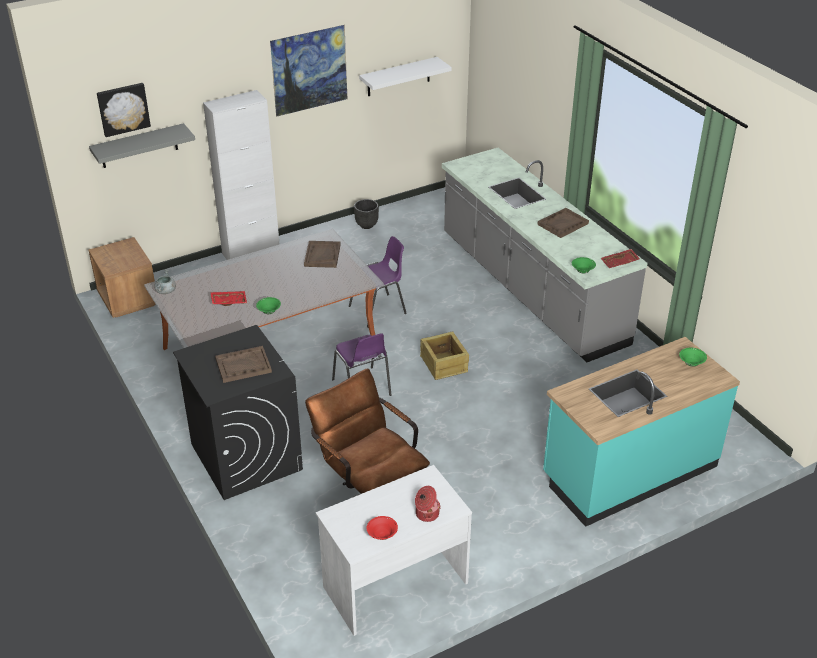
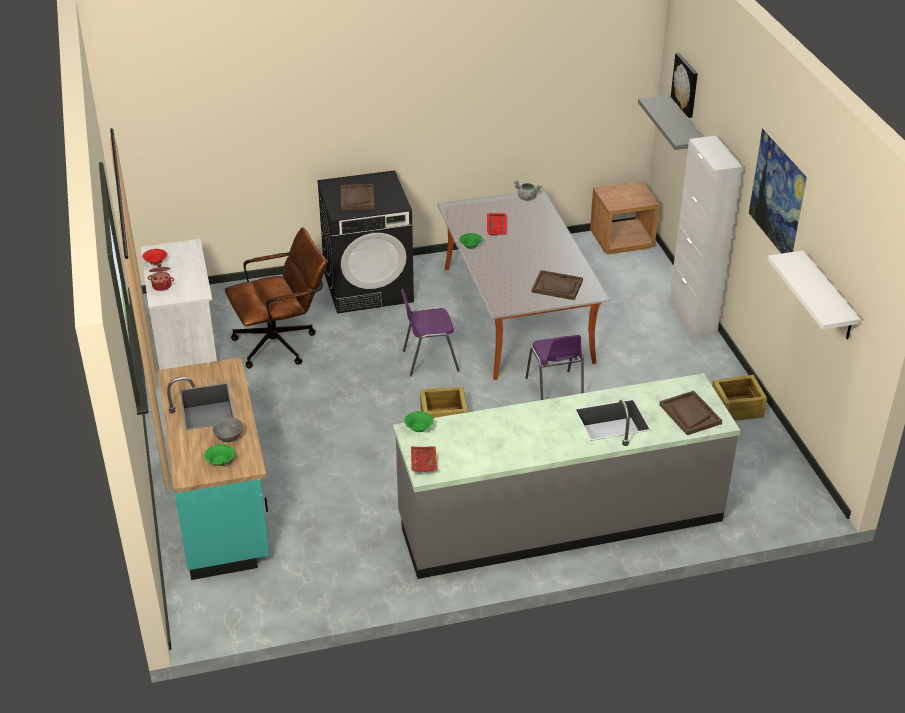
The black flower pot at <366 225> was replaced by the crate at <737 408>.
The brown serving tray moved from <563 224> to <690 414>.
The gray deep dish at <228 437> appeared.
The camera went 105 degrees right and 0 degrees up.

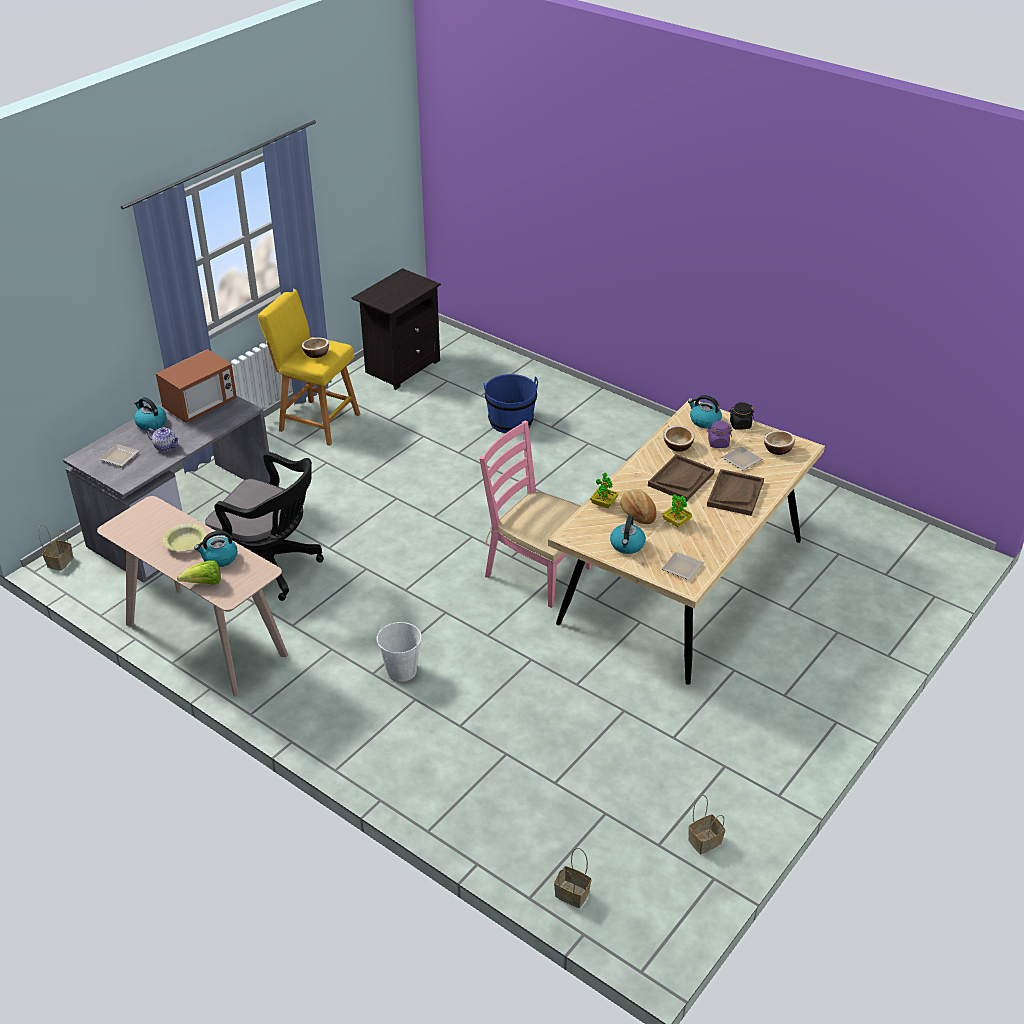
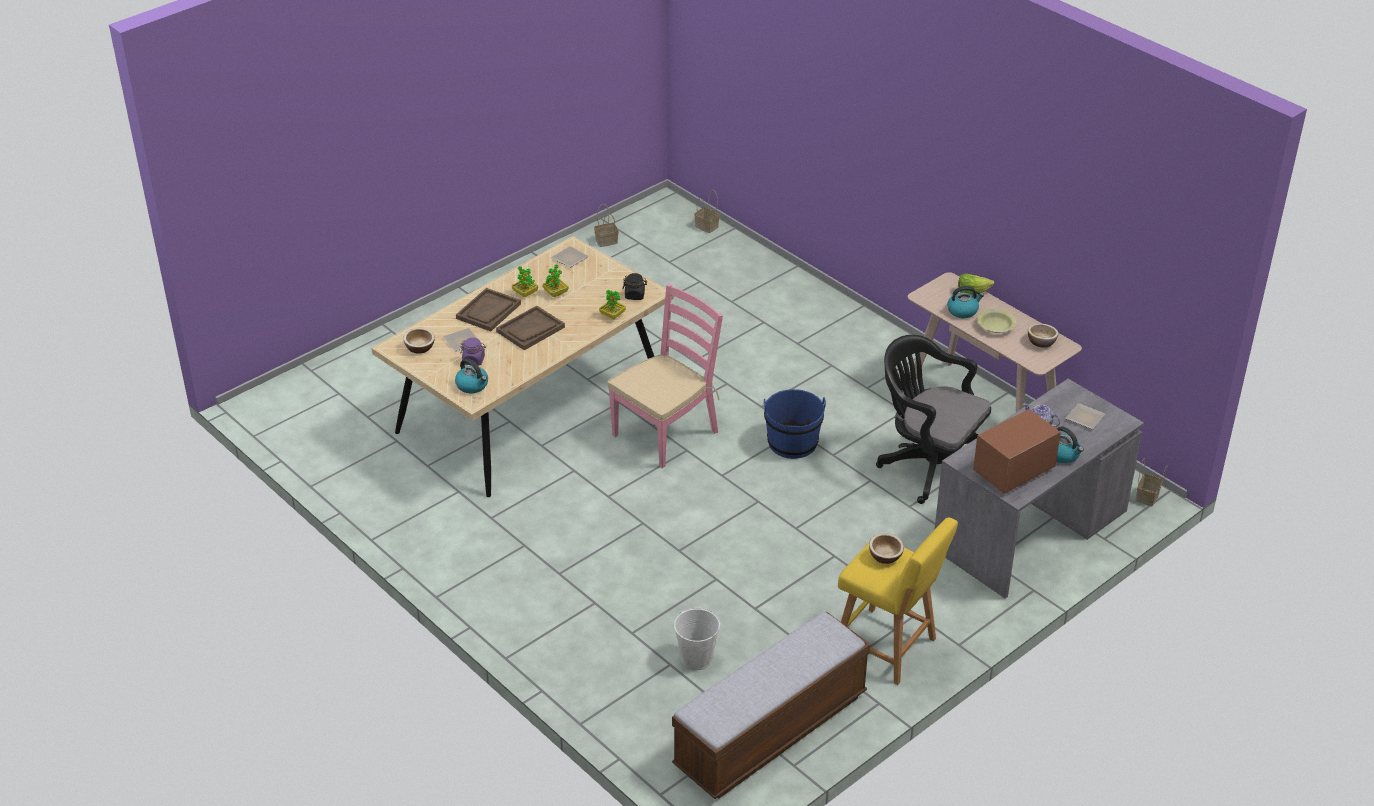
The black nightstand at <401 367> was replaced by the indoor bench at <770 731>.
The blue pail moved from <511 421> to <792 443>.
The black storage jar moved from <740 425> to <635 295>.
The pink plain chair at <537 571> turned 90 degrees counterclockwise.
The deep dish moved from <677 446> to <1041 342>.
The baked bread at <637 513> disappeared.
The kettle at <627 545> disappeared.
The white-coloured pail moved from <401 670> to <696 659>.
The plant in a pot at <525 293> appeared.
The camera went 170 degrees left and 0 degrees up.

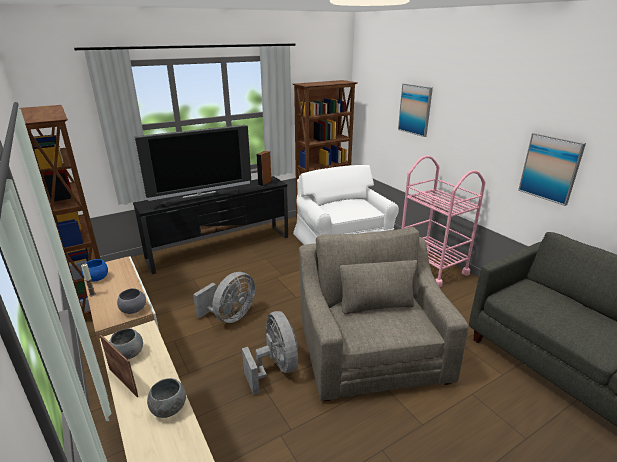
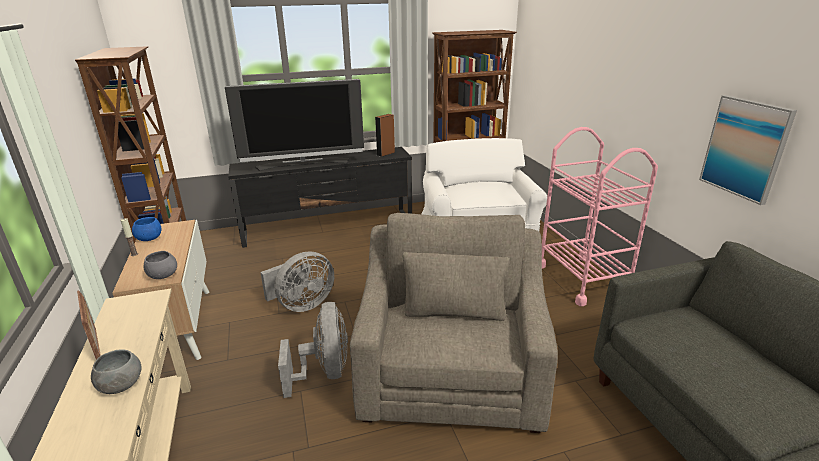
The wall picture at <415 109> disappeared.
The gray deep dish at <128 354> disappeared.
The camera went 15 degrees right and 0 degrees up.

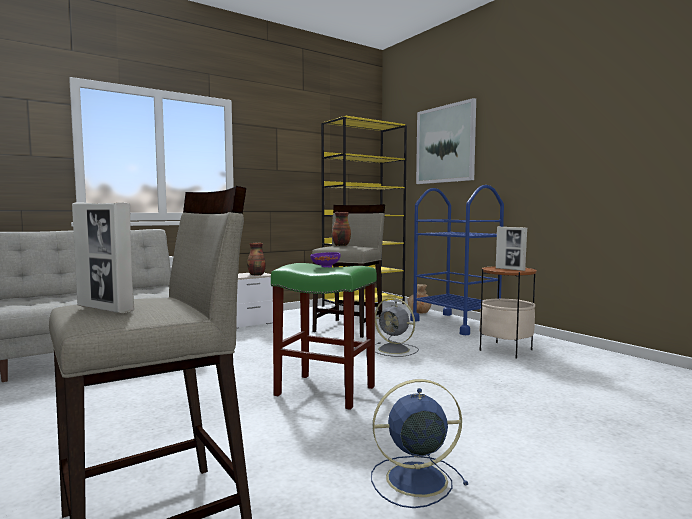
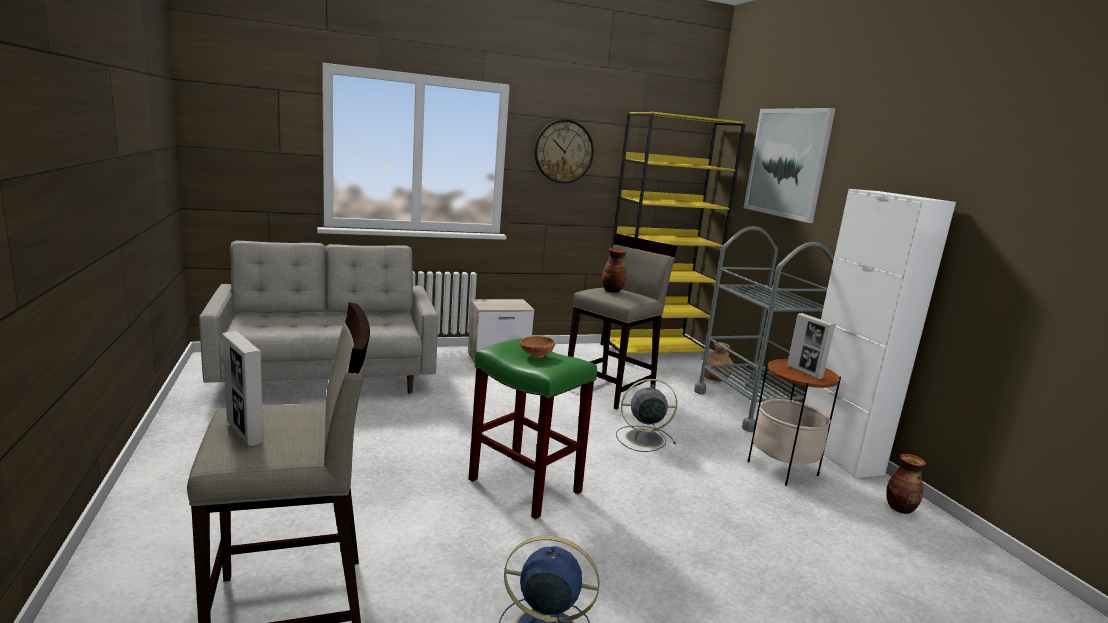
The blue cart at <455 323> became the gray cart at <749 408>.
The flower vase moved from <257 275> to <900 509>.
The purple-coloured deep dish at <324 267> became the brown deep dish at <535 355>.
The gray electric fan at <395 350> turned 120 degrees clockwise.
The clock on the wall at <563 151> appeared.
The white-coloured storage cabinet at <838 455> appeared.
The camera went 15 degrees right and 10 degrees up.

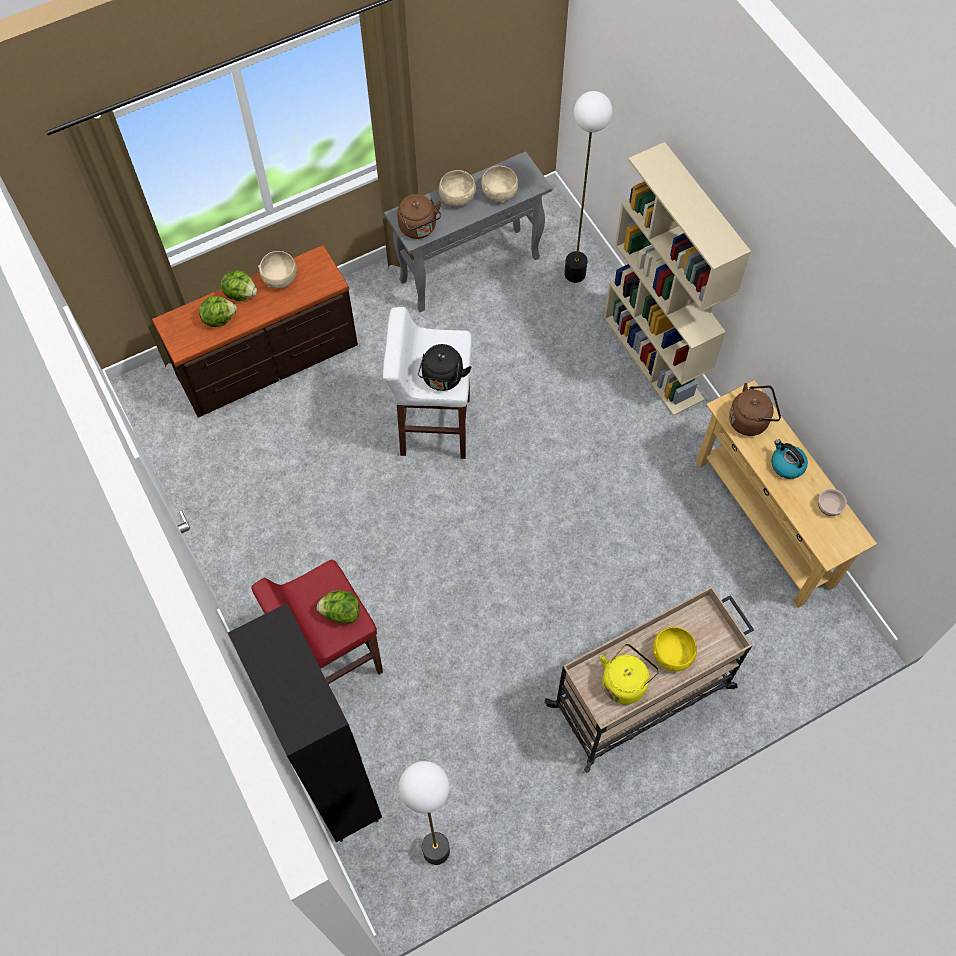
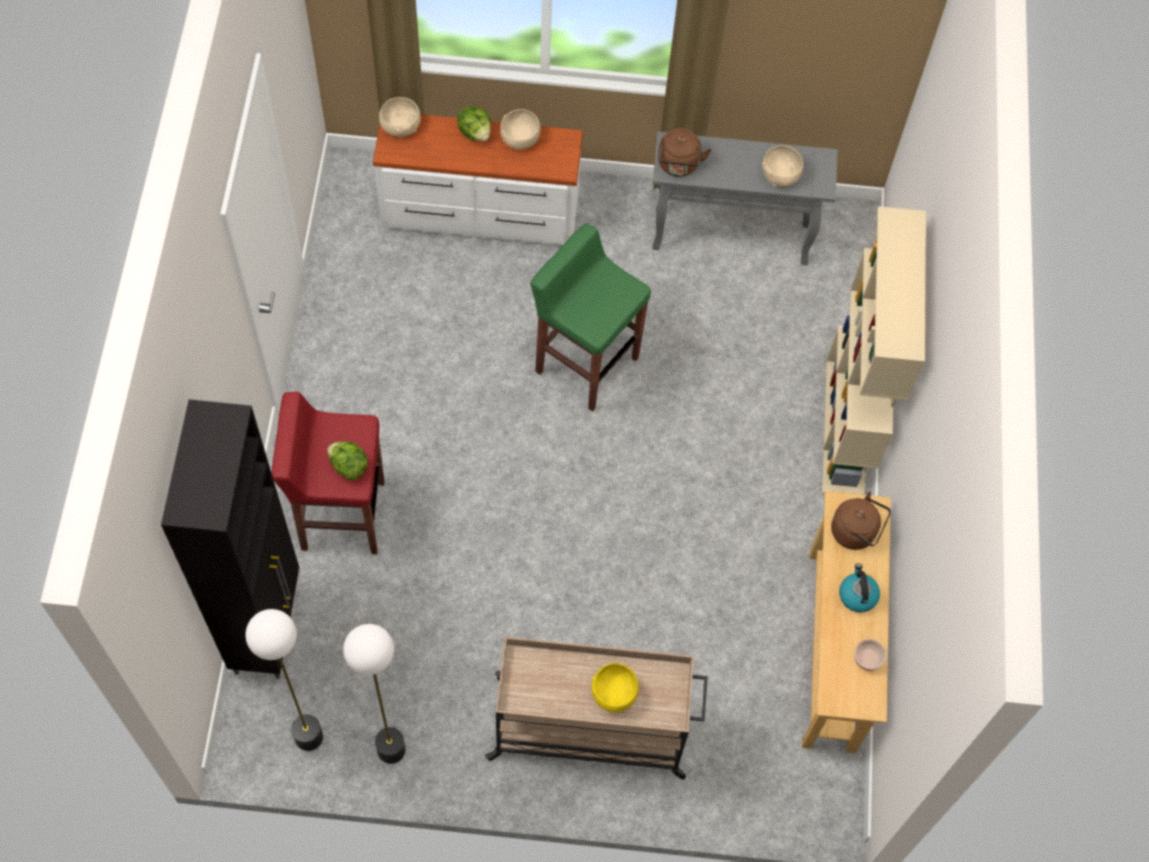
The floor lamp moved from <575 274> to <391 750>.
The sand-coloured deep dish moved from <457 198> to <400 127>.
The brown dresser at <268 362> became the white-coloured dresser at <480 213>.
The lettuce head at <219 318> disappeared.
The white-coloured sitting stool at <433 426> became the green sitting stool at <585 364>.
The black kettle at <442 379> disappeared.
The yellowish kettle at <625 681> disappeared.
The camera went 30 degrees right and 0 degrees up.

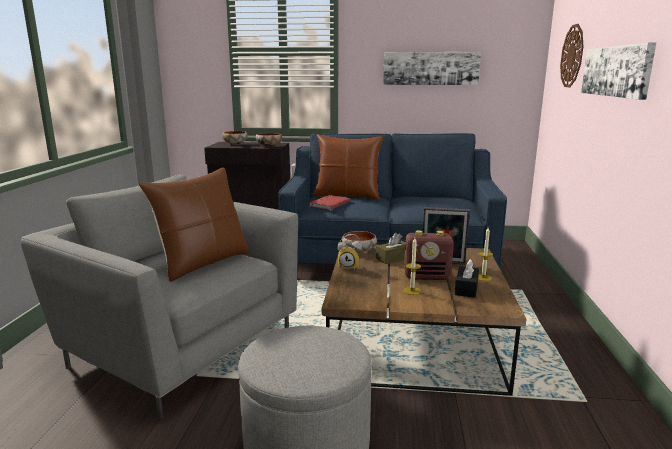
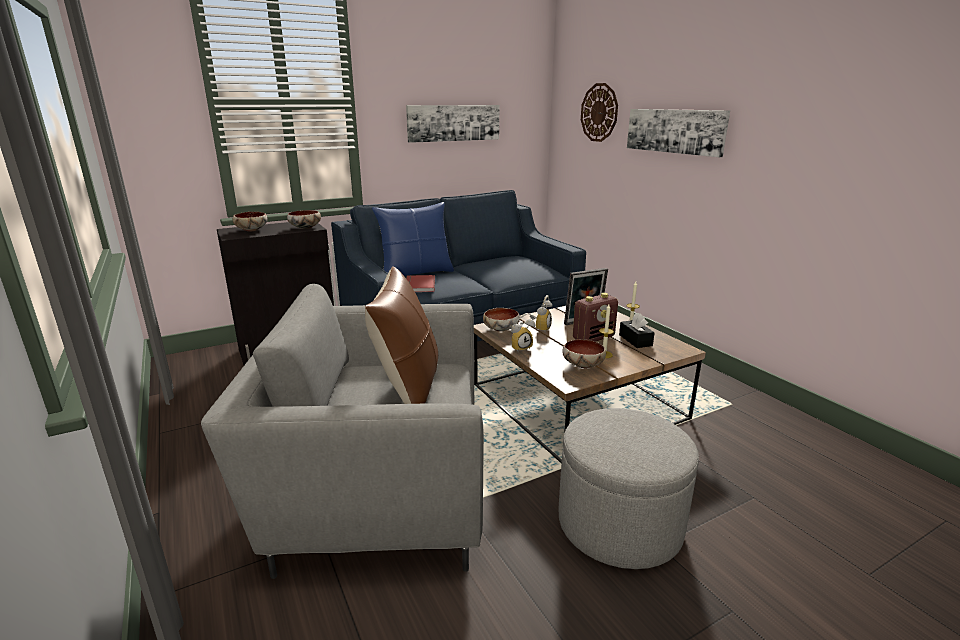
The brown throw pillow at <347 196> became the blue throw pillow at <416 273>.
The brown box of tissues at <393 258> was replaced by the table clock at <540 328>.
The deep dish at <582 365> appeared.
The camera went 35 degrees left and 5 degrees up.

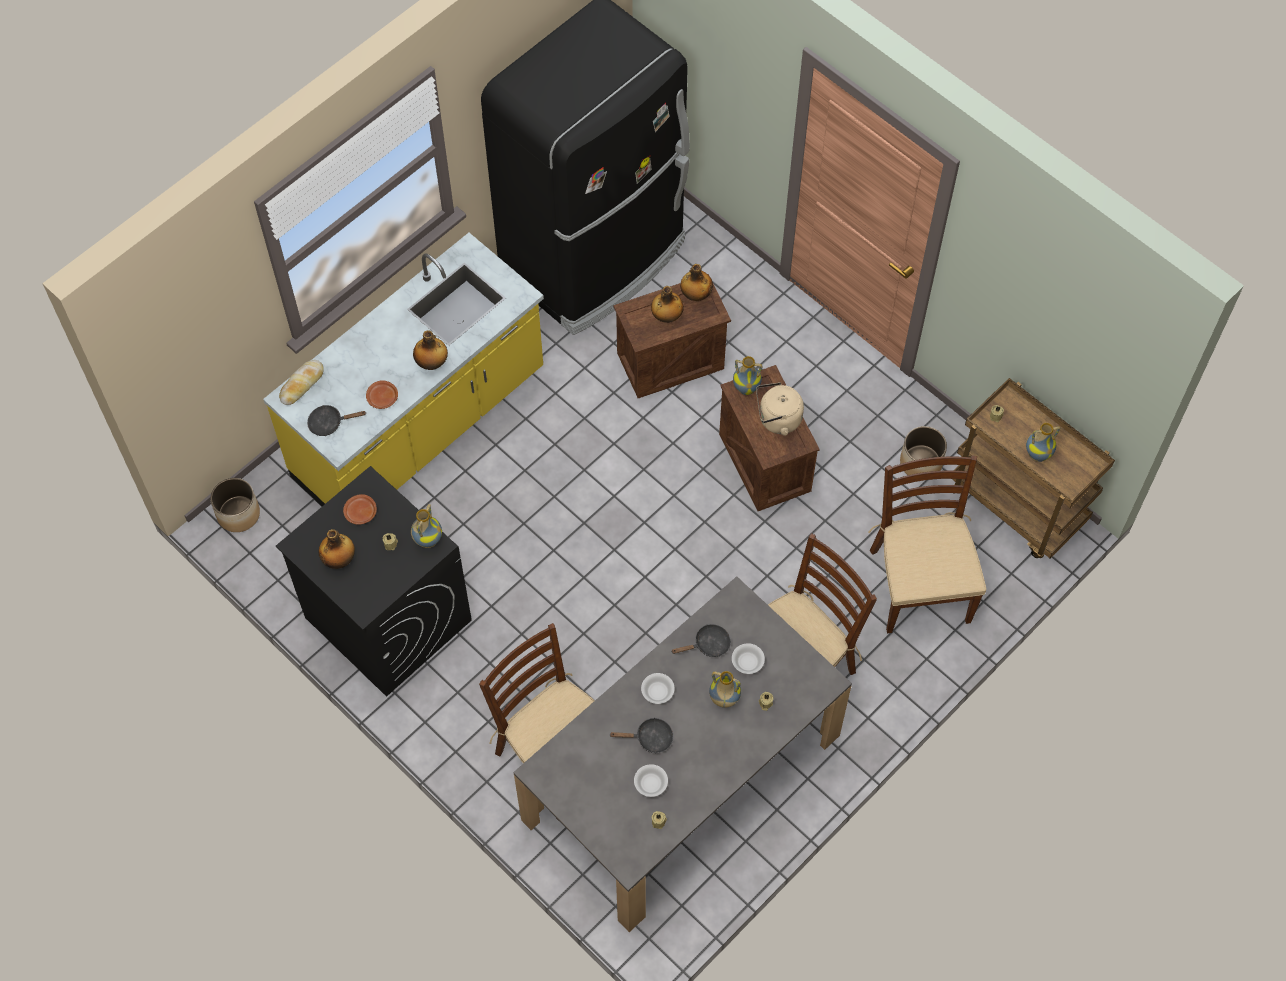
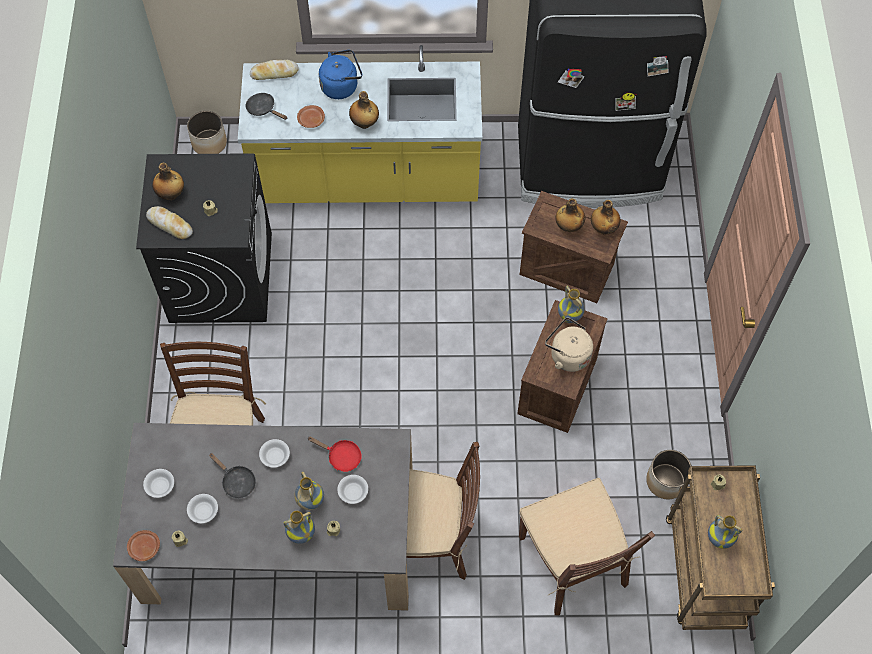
The brown plain chair at <919 584> turned 120 degrees clockwise.
The brown dinner plate moved from <360 513> to <144 547>.
The flower vase moved from <427 540> to <301 533>.
The black skillet at <708 645> became the reddish skillet at <341 456>.
The blue kettle at <341 86> appeared.
The baked bread at <170 225> appeared.
The white-coloured deep dish at <160 486> appeared.
The camera went 45 degrees right and 0 degrees up.

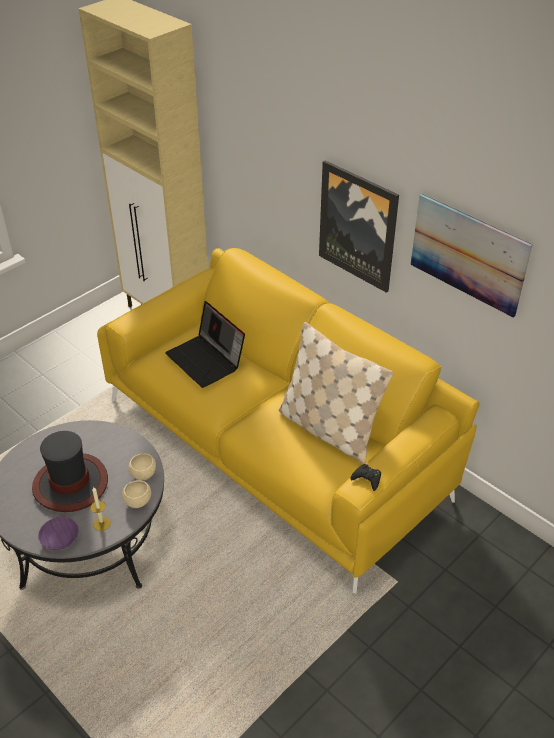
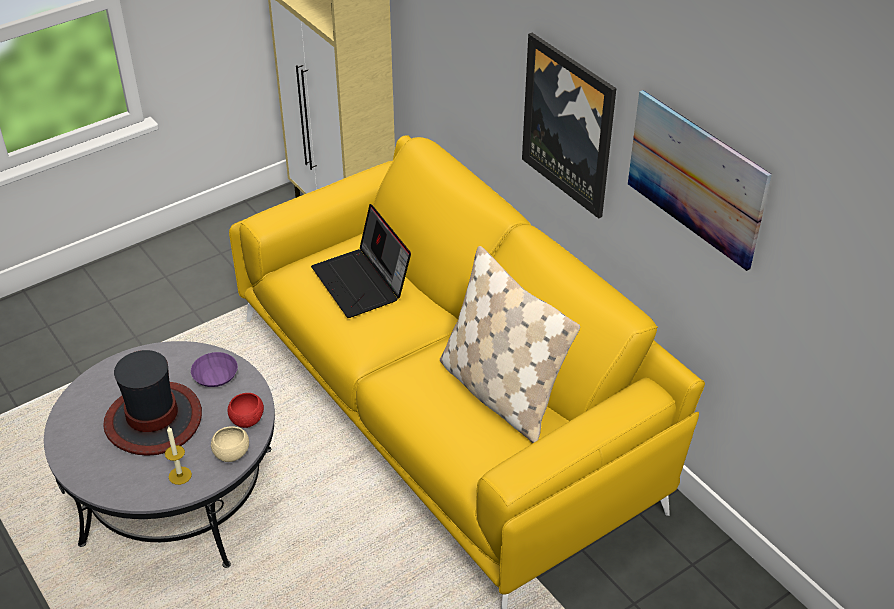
The sand-coloured deep dish at <143 474> became the reddish deep dish at <247 420>.
The black gamepad at <367 479> disappeared.
The purple-coloured deep dish moved from <59 538> to <215 376>.
The camera went 10 degrees right and 0 degrees up.

